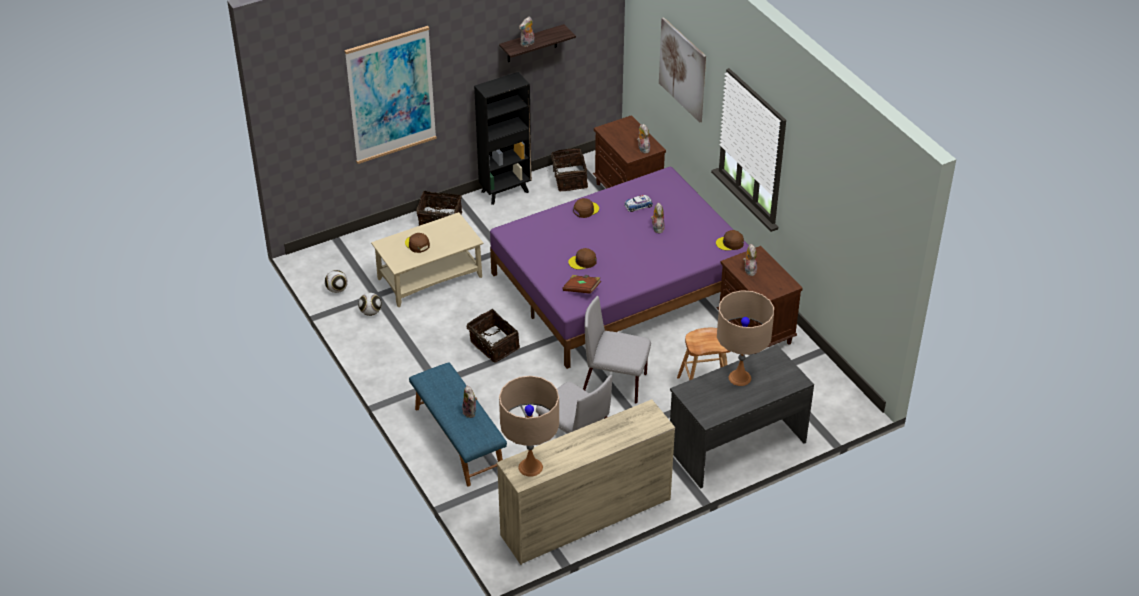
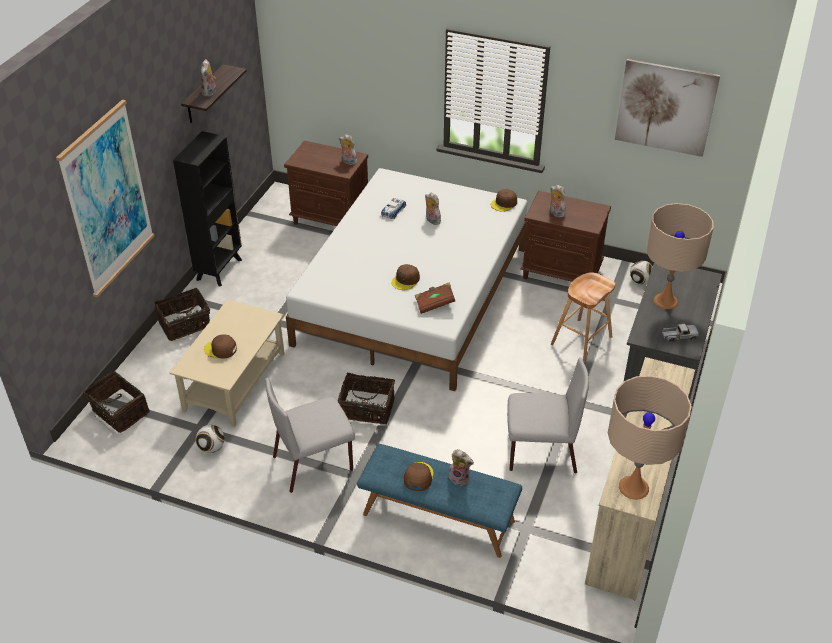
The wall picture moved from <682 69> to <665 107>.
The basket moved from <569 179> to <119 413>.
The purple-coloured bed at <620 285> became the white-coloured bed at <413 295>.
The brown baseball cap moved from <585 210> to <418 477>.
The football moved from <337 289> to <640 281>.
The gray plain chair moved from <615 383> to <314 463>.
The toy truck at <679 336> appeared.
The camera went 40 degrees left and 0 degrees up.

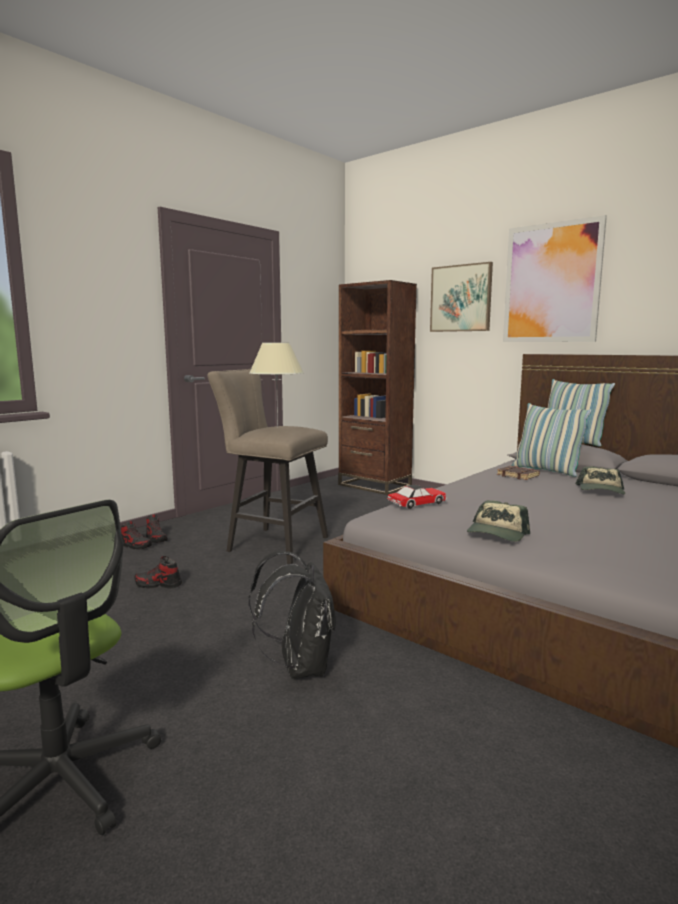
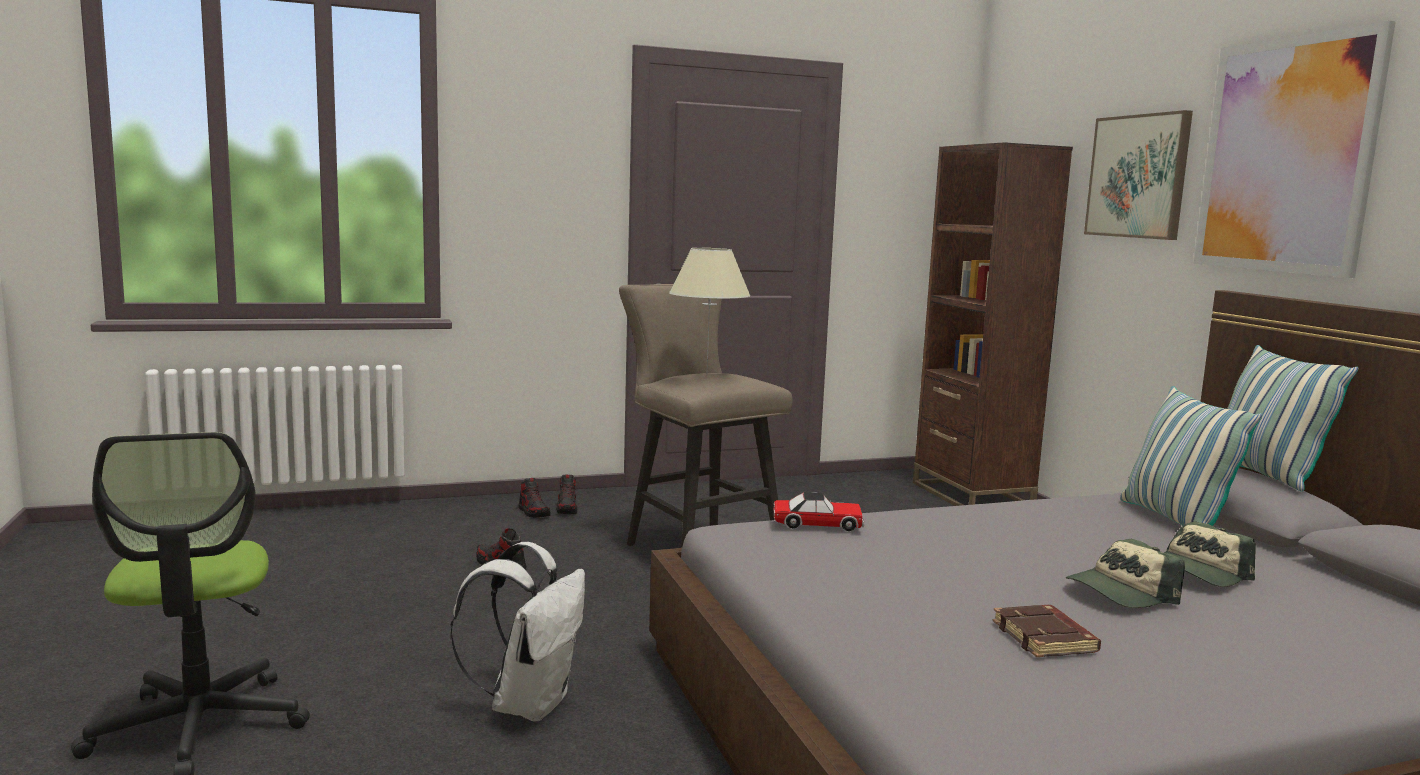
The brown bound book moved from <518 476> to <1046 638>.
The baseball cap moved from <497 534> to <1121 593>.
The black backpack at <299 666> became the white-coloured backpack at <528 703>.
The camera went 30 degrees right and 0 degrees up.

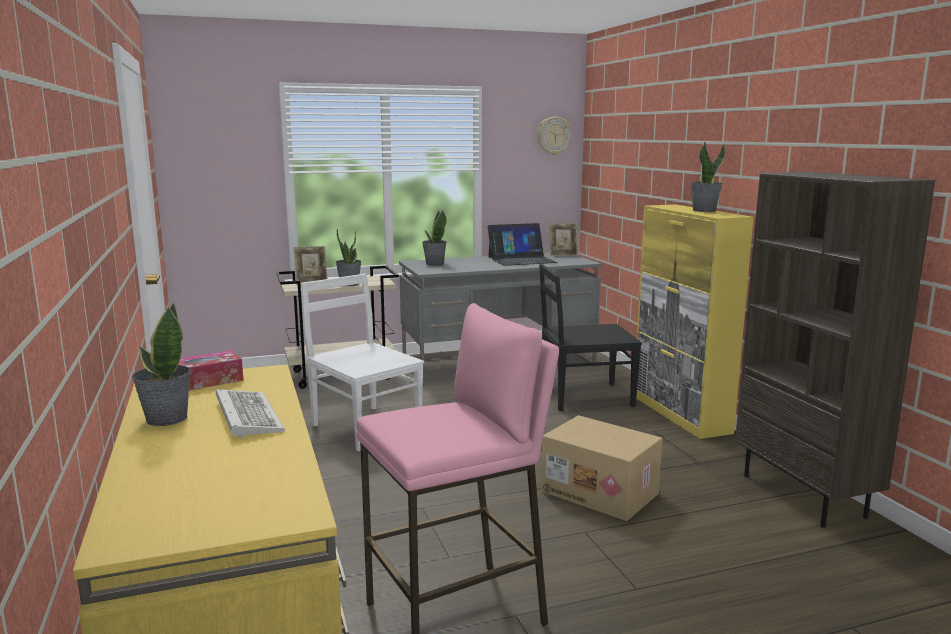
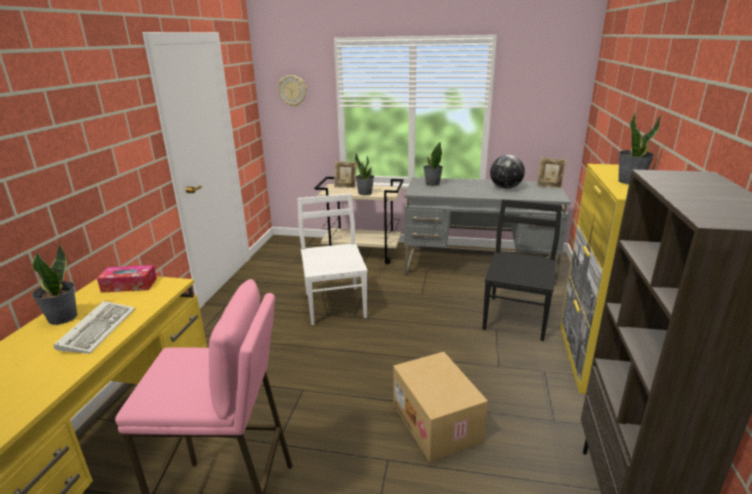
The clock on the wall moved from <553 136> to <292 90>.
The laptop at <521 260> was replaced by the world globe at <505 188>.
The black plain chair at <584 397> turned 90 degrees clockwise.
The camera went 30 degrees right and 10 degrees up.

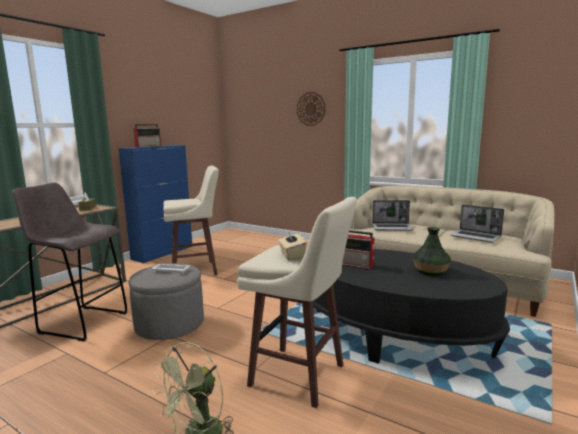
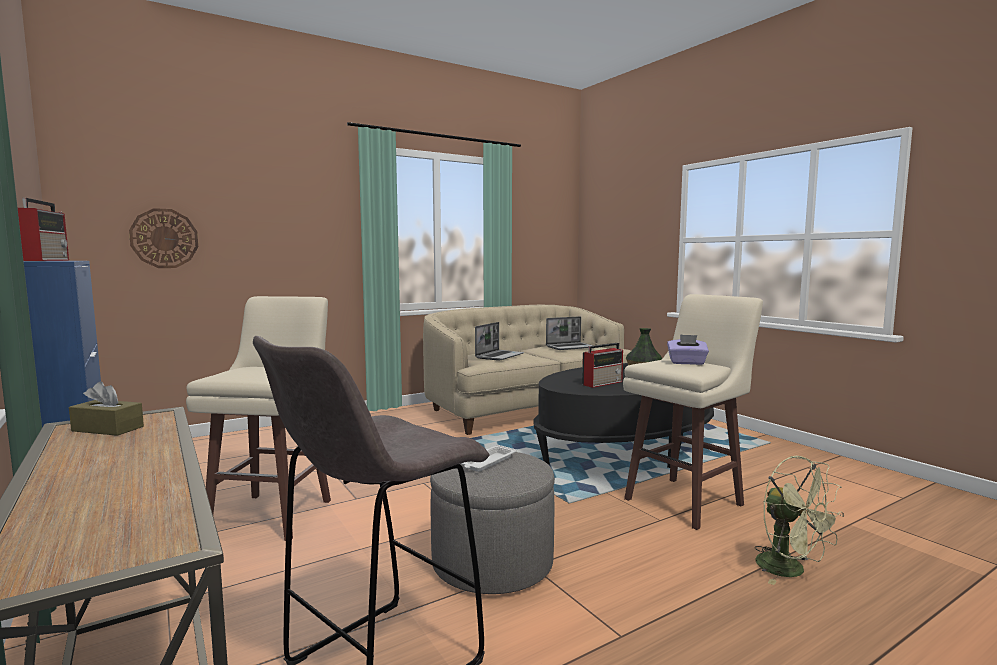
The clock on the wall moved from <311 109> to <164 238>.
The sand-coloured box of tissues at <292 255> became the purple-coloured box of tissues at <687 363>.
The camera went 65 degrees left and 5 degrees down.

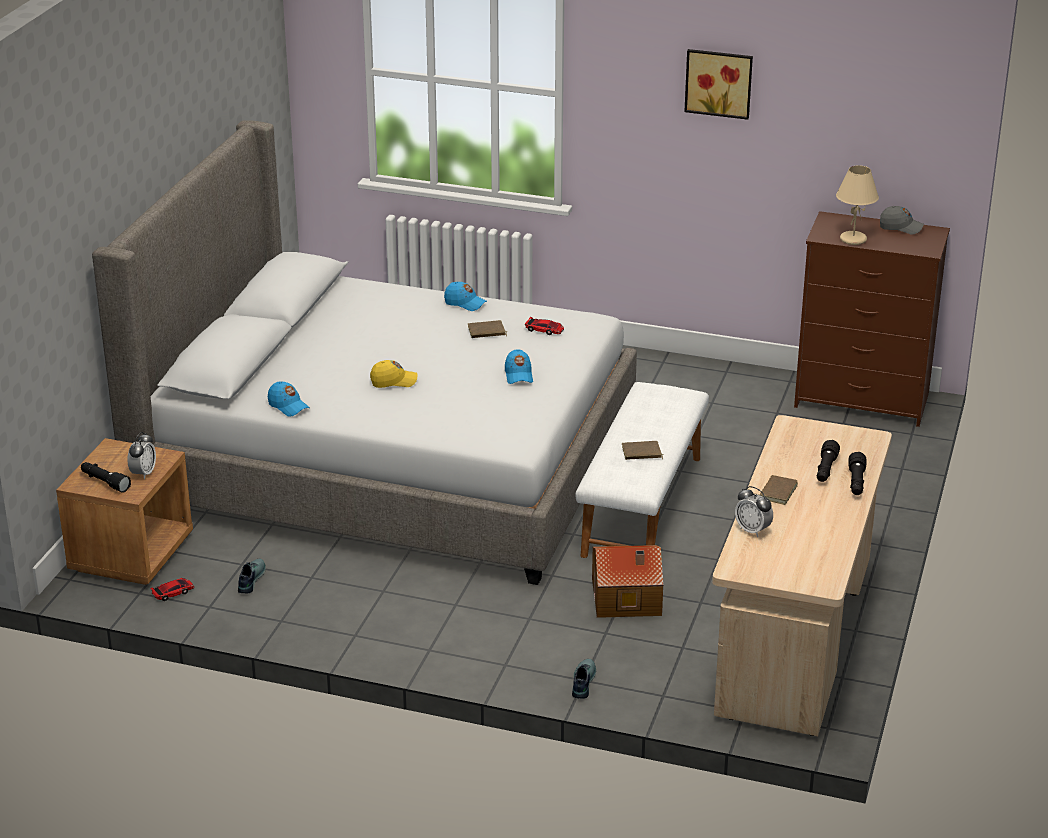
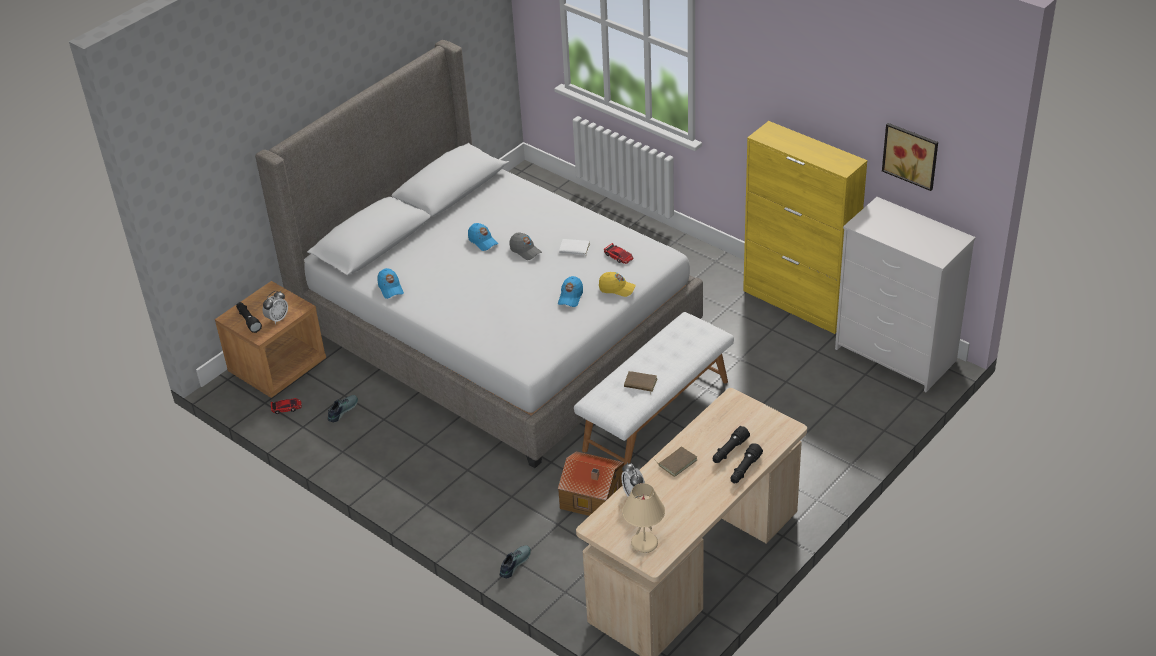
The wall picture moved from <719 82> to <911 155>.
The sand-coloured table lamp moved from <853 239> to <644 543>.
The gray baseball cap moved from <901 227> to <525 251>.
The brown dresser at <863 400> became the white-coloured dresser at <896 355>.
The blue baseball cap moved from <465 303> to <483 241>.
The brown bound book at <486 332> became the white-coloured bound book at <574 249>.
The yellowish baseball cap moved from <394 381> to <617 289>.
The yellowish storage cabinet at <798 303> appeared.
The camera went 25 degrees right and 10 degrees up.

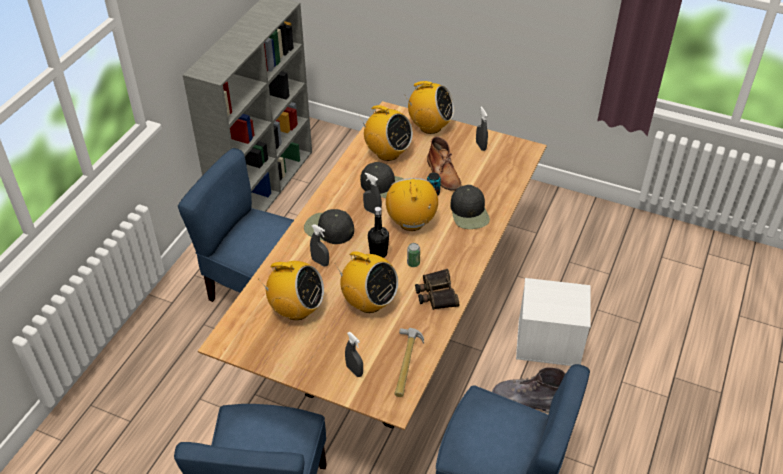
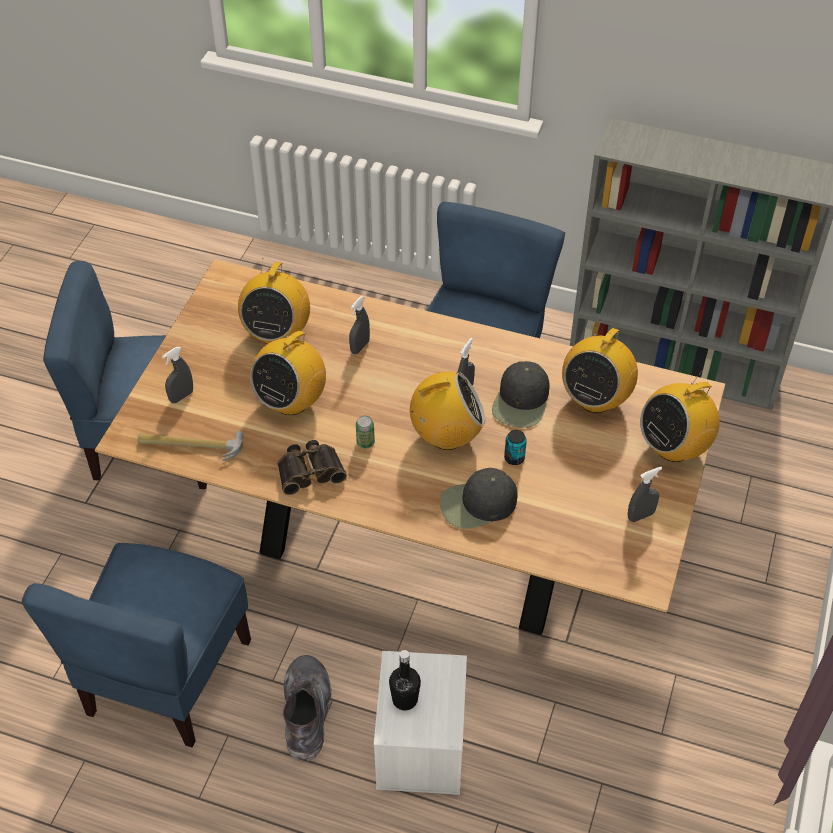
The radio receiver at <430 127> turned 45 degrees clockwise.
The brown tall boot at <443 173> disappeared.
The black bottle moved from <378 253> to <405 699>.
The black baseball cap at <328 229> disappeared.
The camera went 85 degrees right and 5 degrees up.

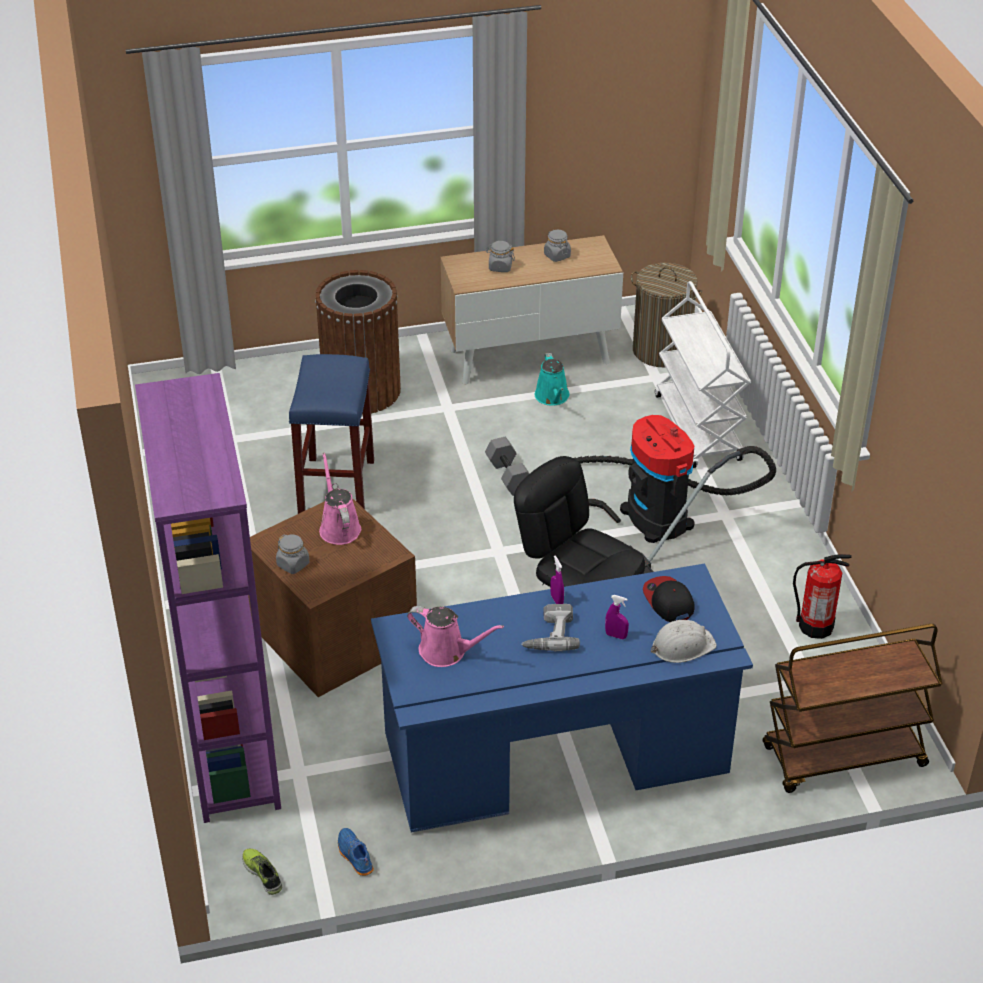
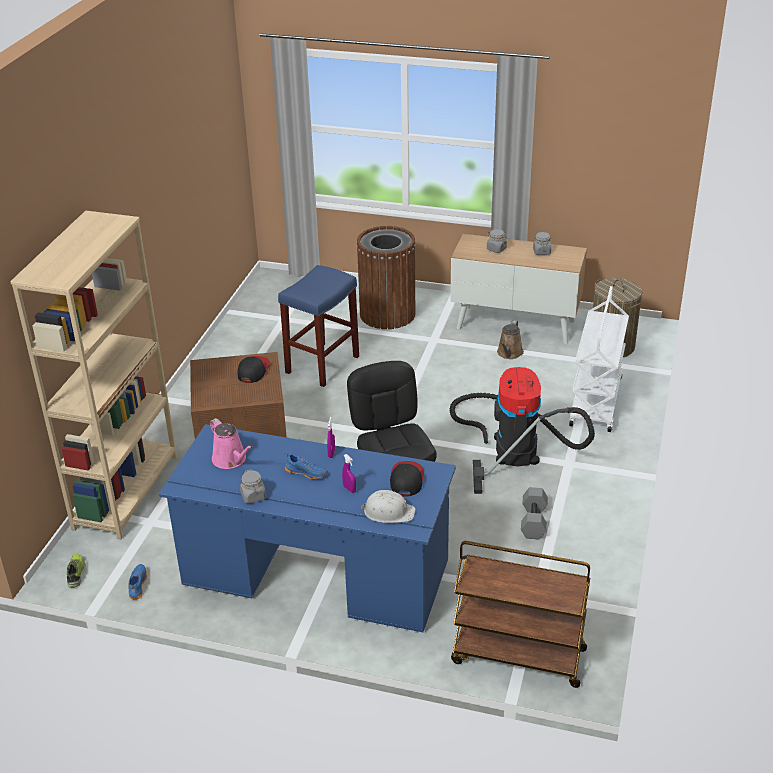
The turquoise watering pot at <552 397> became the brown watering pot at <509 353>.
The purple-coloured bookcase at <230 745> became the sand-coloured bookcase at <126 491>.
The gray hand weight moved from <510 476> to <534 522>.
The pink watering pot at <339 527> was replaced by the baseball cap at <253 371>.
The gray storage jar moved from <293 564> to <253 496>.
The extinguisher at <815 626> disappeared.
The electric drill at <549 634> was replaced by the blue shoe at <306 472>.
The camera went 30 degrees right and 5 degrees down.

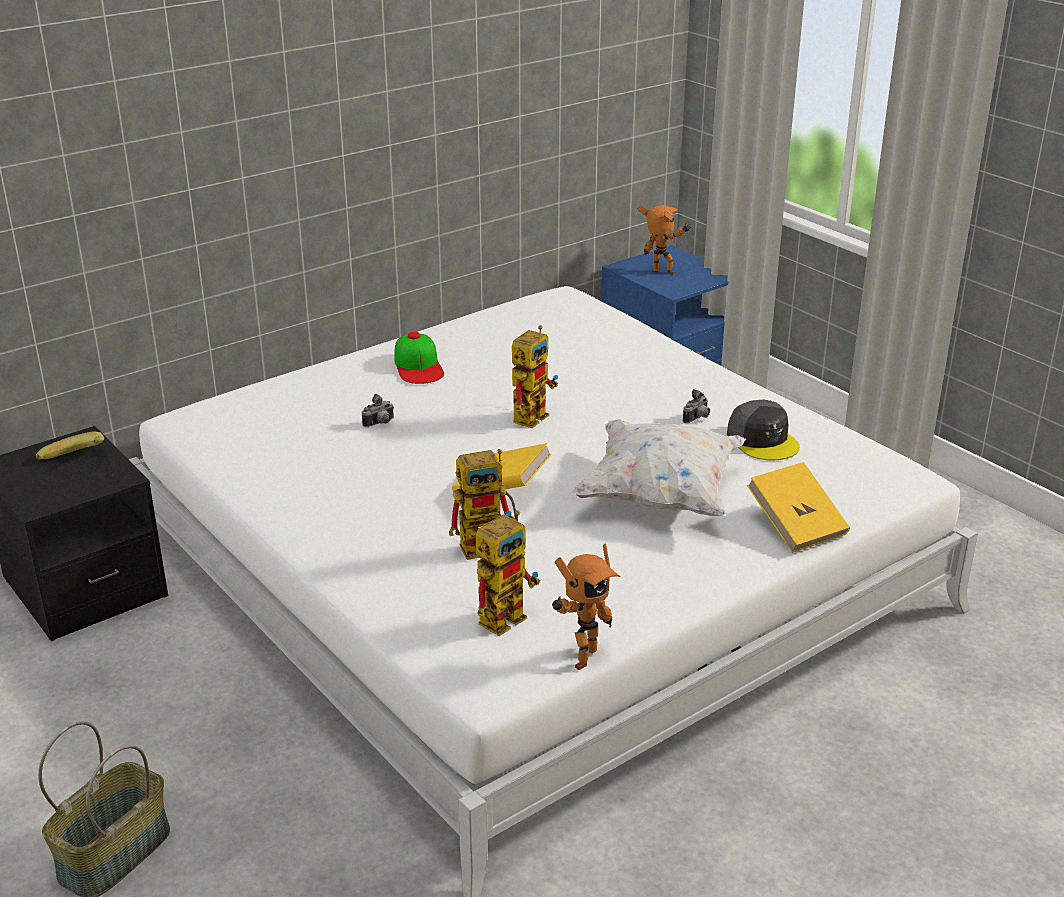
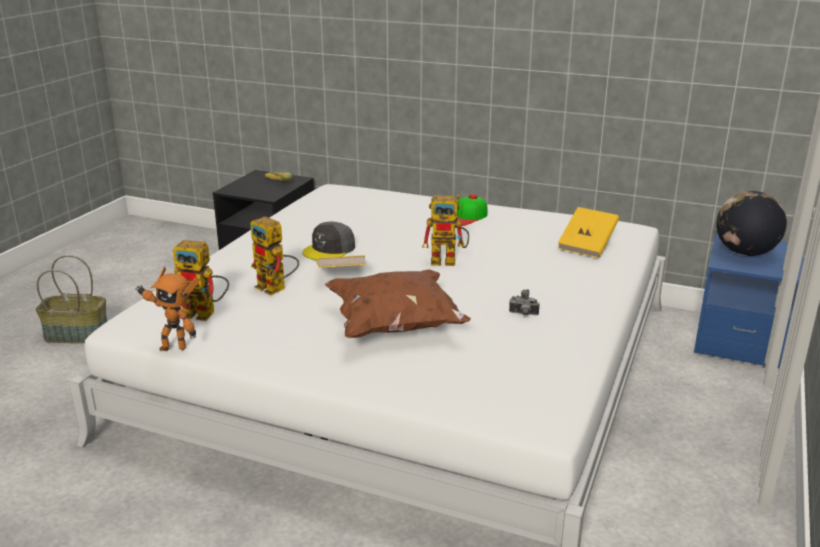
The robot figure at <662 273> was replaced by the world globe at <745 253>.
The photo camera at <380 424> disappeared.
The gray baseball cap moved from <763 440> to <329 249>.
The white-coloured throw pillow at <660 495> became the brown throw pillow at <395 326>.
The yellowish bound book moved from <796 525> to <587 245>.
The camera went 60 degrees right and 5 degrees down.

